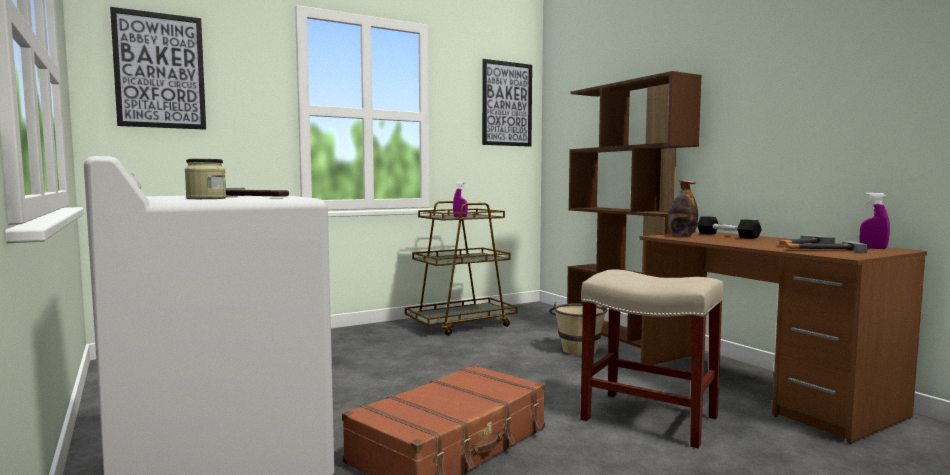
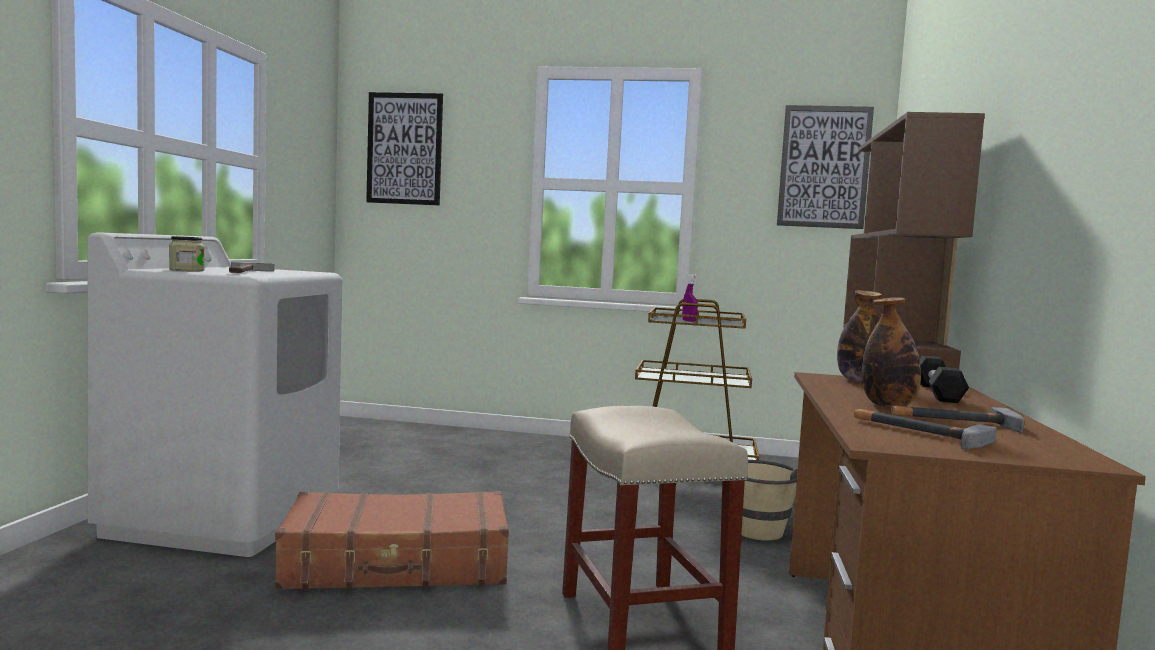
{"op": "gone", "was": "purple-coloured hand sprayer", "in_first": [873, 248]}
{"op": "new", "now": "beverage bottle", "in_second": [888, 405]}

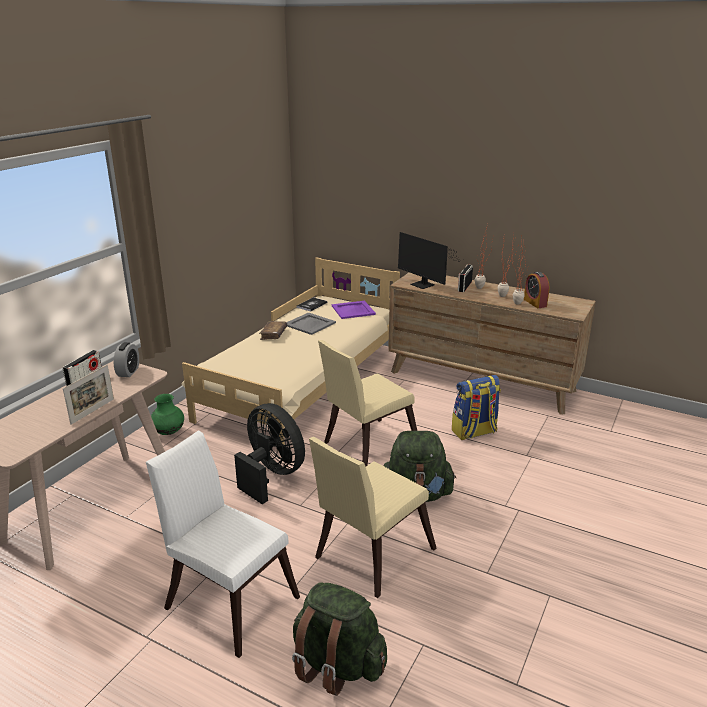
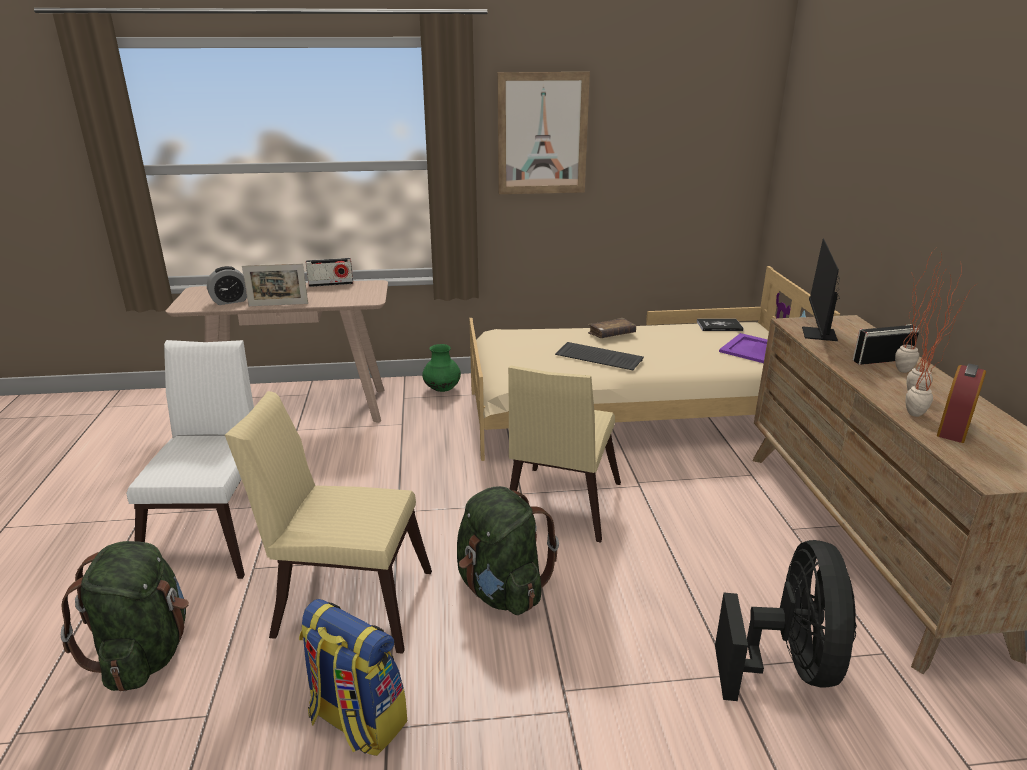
{"op": "gone", "was": "gray serving tray", "in_first": [310, 324]}
{"op": "rotated", "was": "sand-coloured plain chair", "in_first": [366, 446], "in_second": [559, 508], "clockwise": -90}
{"op": "shifted", "was": "table clock", "in_first": [128, 372], "in_second": [230, 301]}
{"op": "shifted", "was": "knapsack", "in_first": [474, 432], "in_second": [356, 721]}
{"op": "shifted", "was": "black fan", "in_first": [271, 475], "in_second": [787, 665]}
{"op": "new", "now": "wall art", "in_second": [542, 134]}
{"op": "new", "now": "PC keyboard", "in_second": [597, 358]}

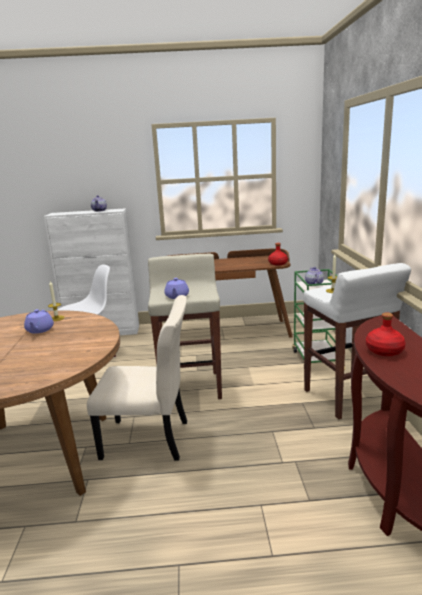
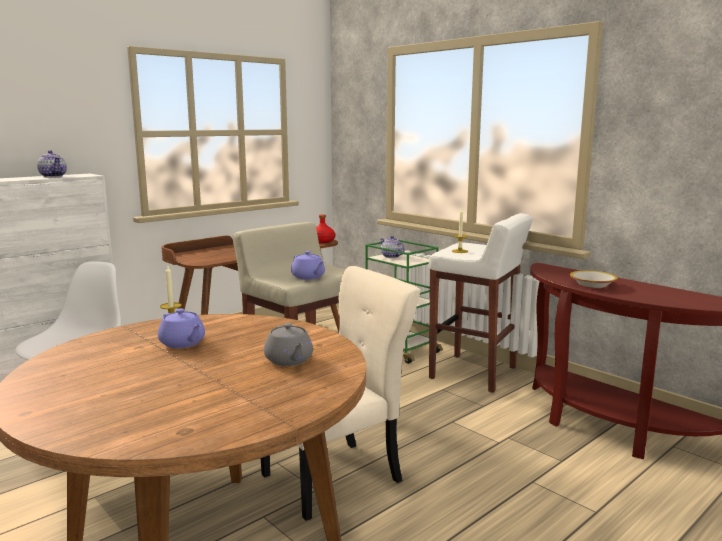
{"op": "swapped", "was": "reddish beverage bottle", "now": "deep dish", "in_first": [385, 351], "in_second": [592, 285]}
{"op": "new", "now": "gray pot for tea", "in_second": [289, 360]}

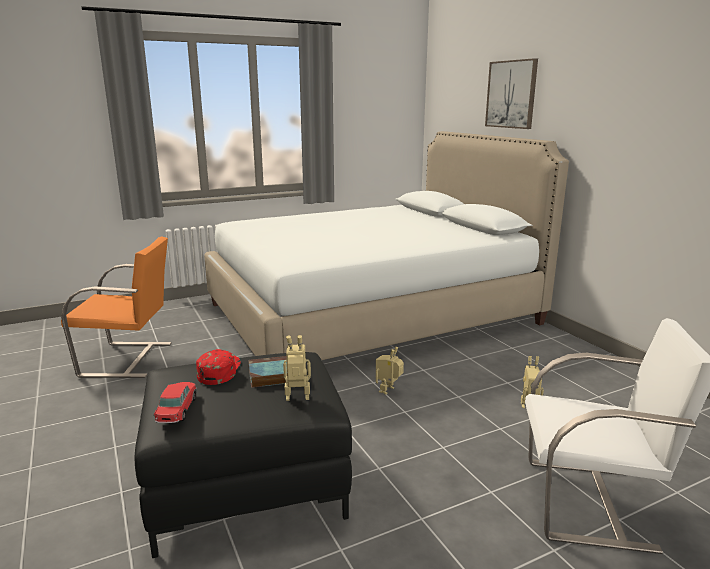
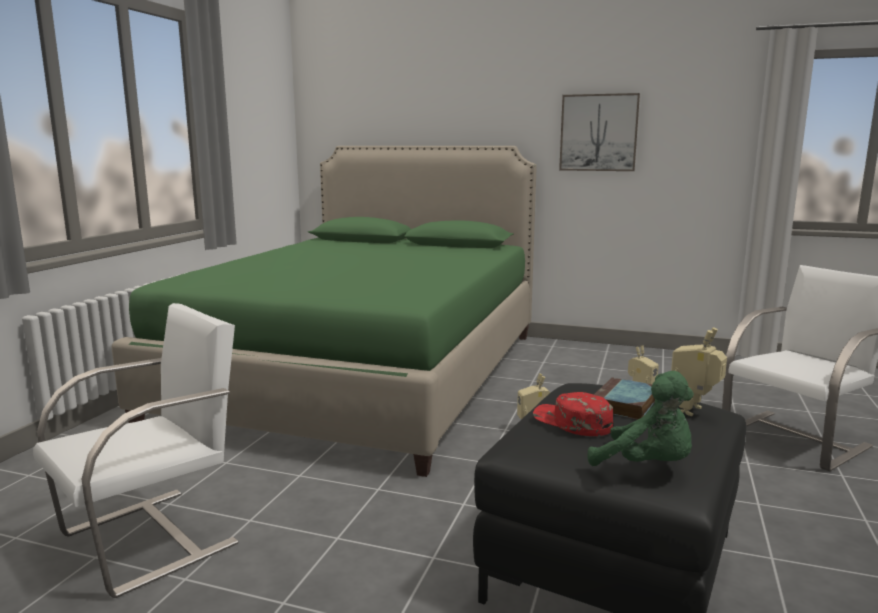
{"op": "shifted", "was": "wall art", "in_first": [511, 94], "in_second": [598, 133]}
{"op": "repainted", "was": "white sleeping bed", "now": "green-coloured sleeping bed", "in_first": [371, 314], "in_second": [365, 374]}
{"op": "repainted", "was": "orange-coloured plain chair", "now": "white plain chair", "in_first": [128, 359], "in_second": [152, 538]}
{"op": "swapped", "was": "miniature car", "now": "green-coloured plush toy", "in_first": [177, 410], "in_second": [647, 465]}

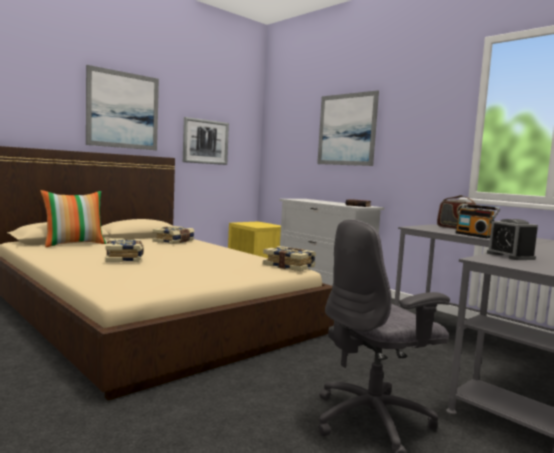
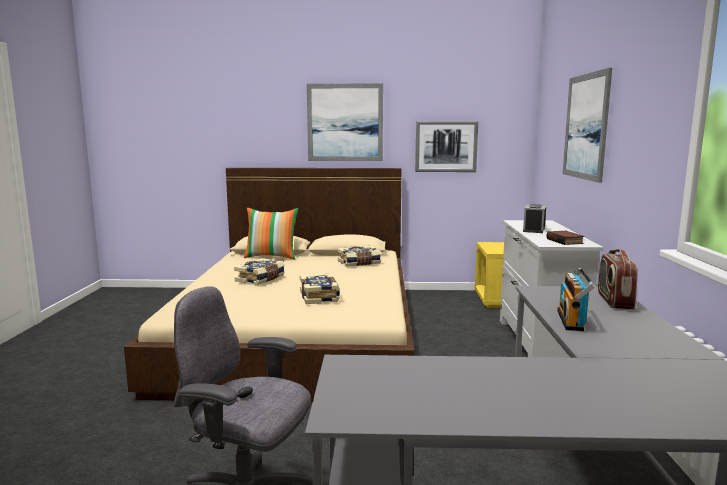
{"op": "shifted", "was": "table clock", "in_first": [510, 256], "in_second": [534, 230]}
{"op": "shifted", "was": "volume", "in_first": [289, 266], "in_second": [320, 297]}

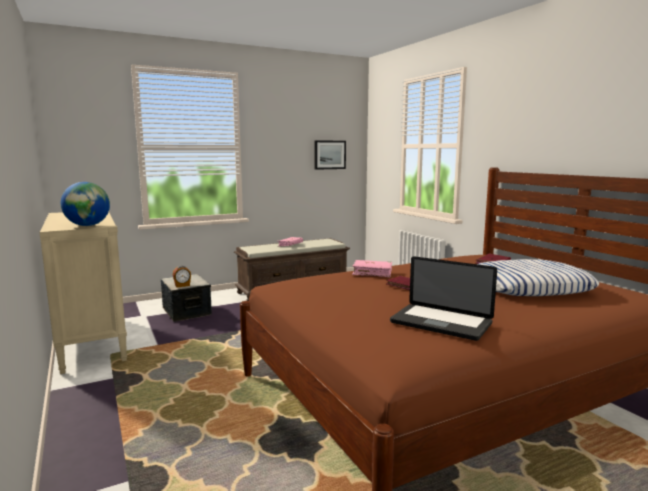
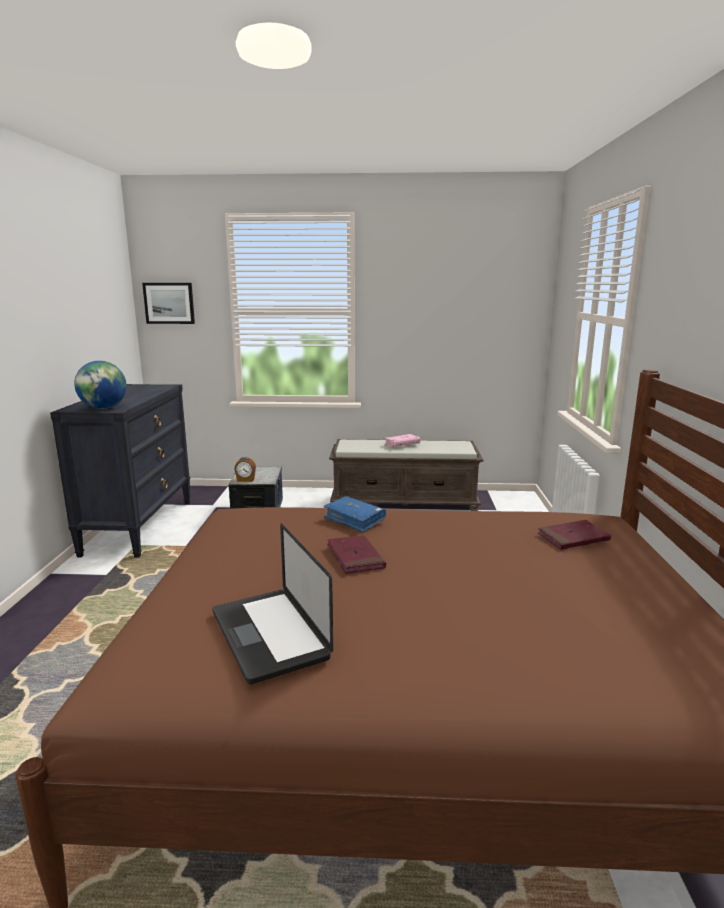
{"op": "shifted", "was": "wall art", "in_first": [329, 154], "in_second": [169, 303]}
{"op": "repainted", "was": "sand-coloured dresser", "now": "black dresser", "in_first": [92, 341], "in_second": [139, 526]}
{"op": "gone", "was": "throw pillow", "in_first": [529, 287]}
{"op": "repainted", "was": "pinkish volume", "now": "blue-coloured volume", "in_first": [372, 273], "in_second": [354, 520]}

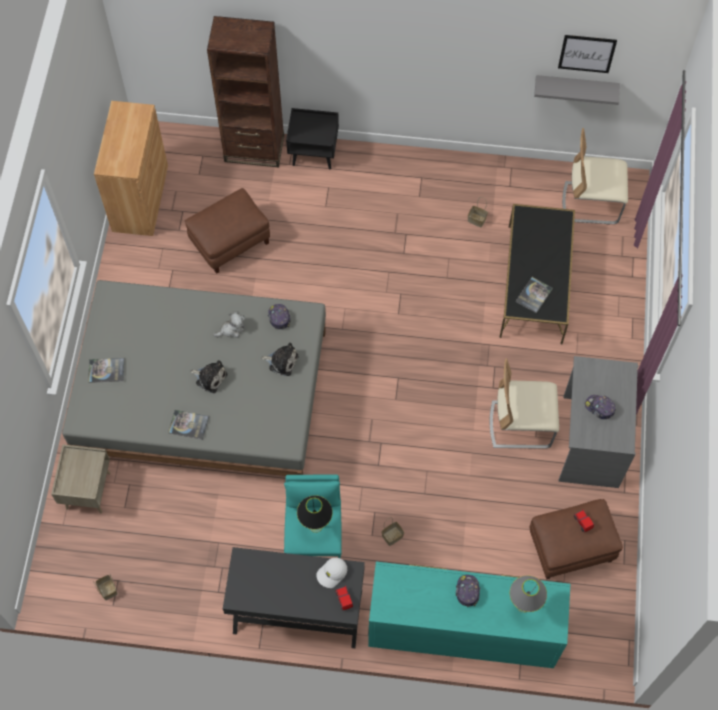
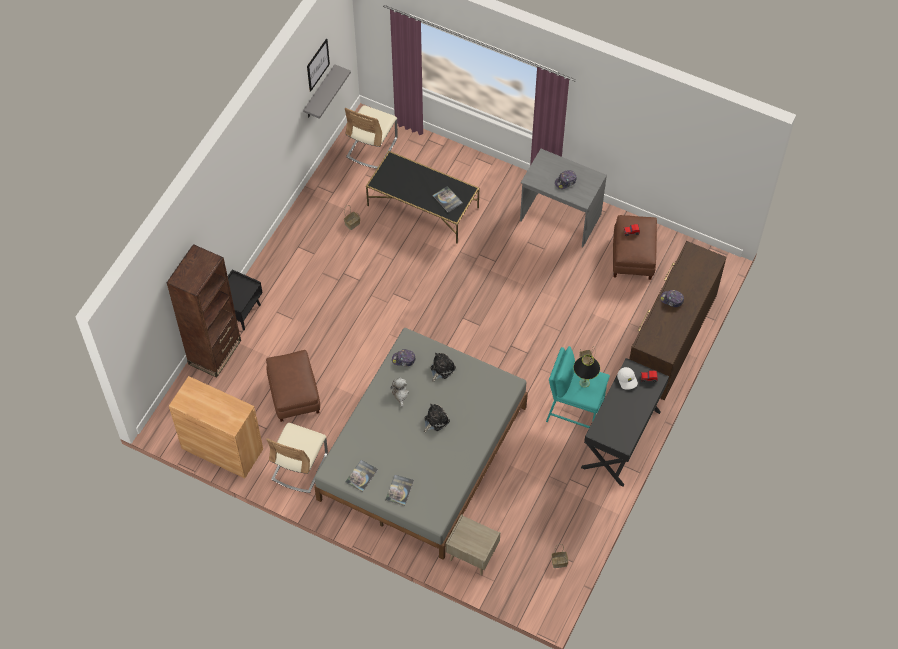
{"op": "shifted", "was": "sand-coloured plain chair", "in_first": [521, 424], "in_second": [299, 466]}
{"op": "shifted", "was": "volume", "in_first": [188, 425], "in_second": [361, 476]}
{"op": "repainted", "was": "turquoise dresser", "now": "brownish dresser", "in_first": [461, 630], "in_second": [669, 342]}
{"op": "gone", "was": "gray table lamp", "in_first": [523, 605]}

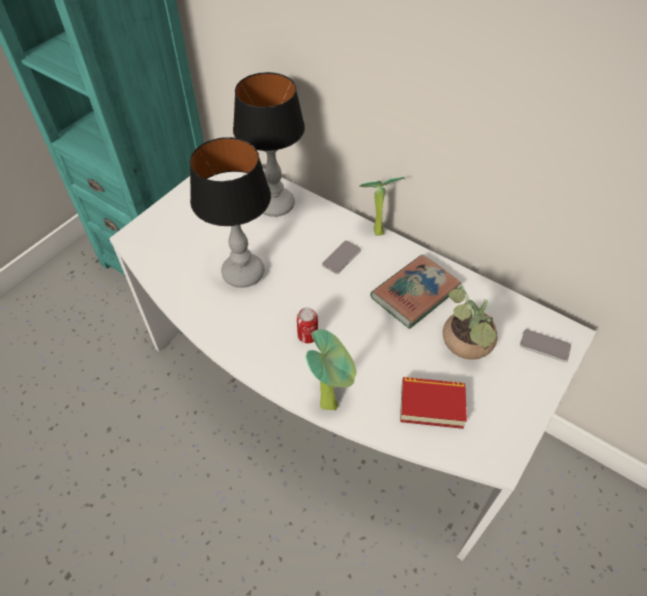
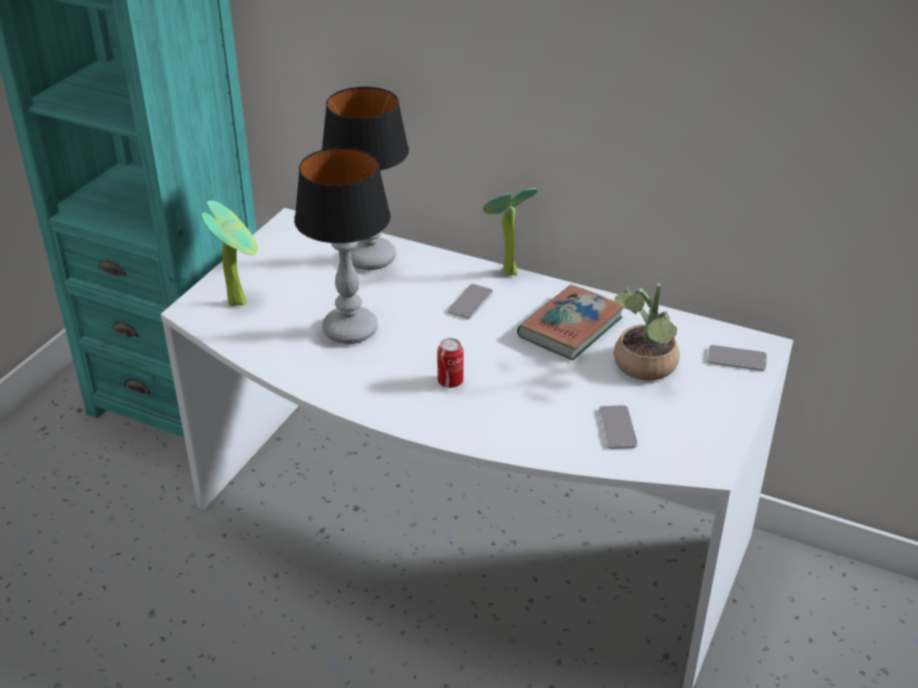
{"op": "shifted", "was": "potted plant", "in_first": [331, 402], "in_second": [240, 301]}
{"op": "swapped", "was": "volume", "now": "handset", "in_first": [431, 405], "in_second": [617, 428]}

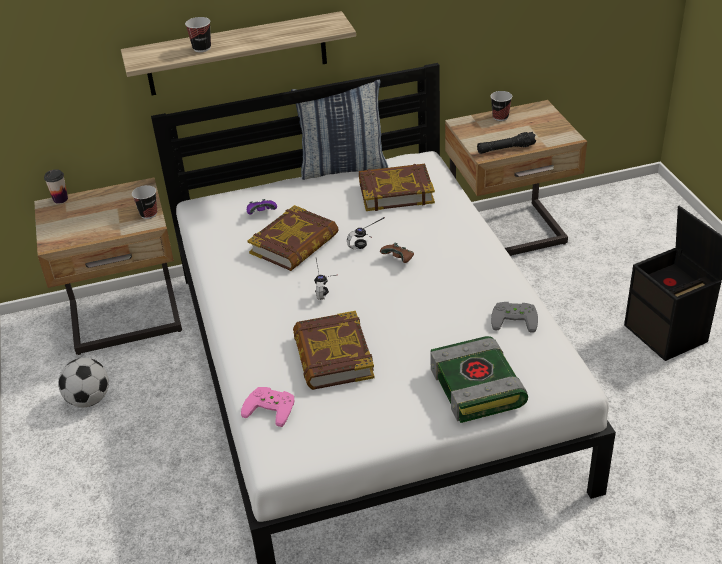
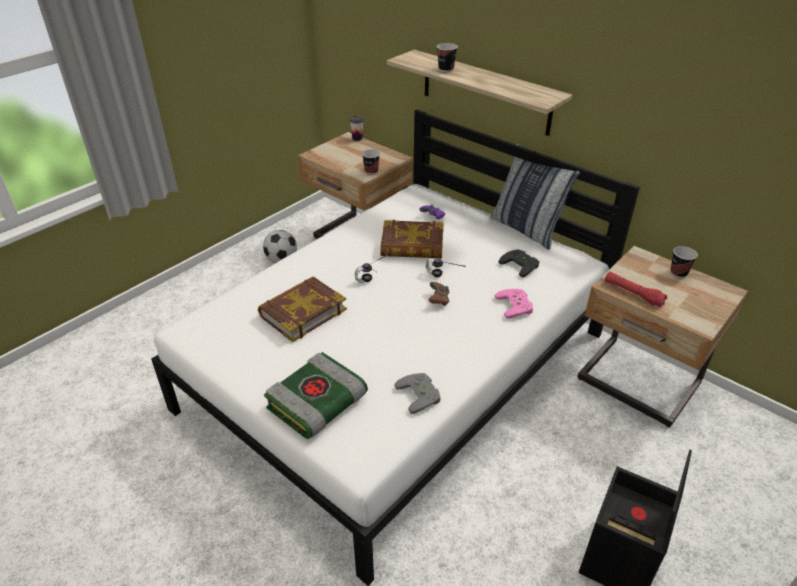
{"op": "repainted", "was": "black flashlight", "now": "reddish flashlight", "in_first": [505, 149], "in_second": [633, 293]}
{"op": "swapped", "was": "volume", "now": "black game controller", "in_first": [395, 192], "in_second": [521, 264]}
{"op": "shifted", "was": "pinkish game controller", "in_first": [271, 407], "in_second": [516, 306]}

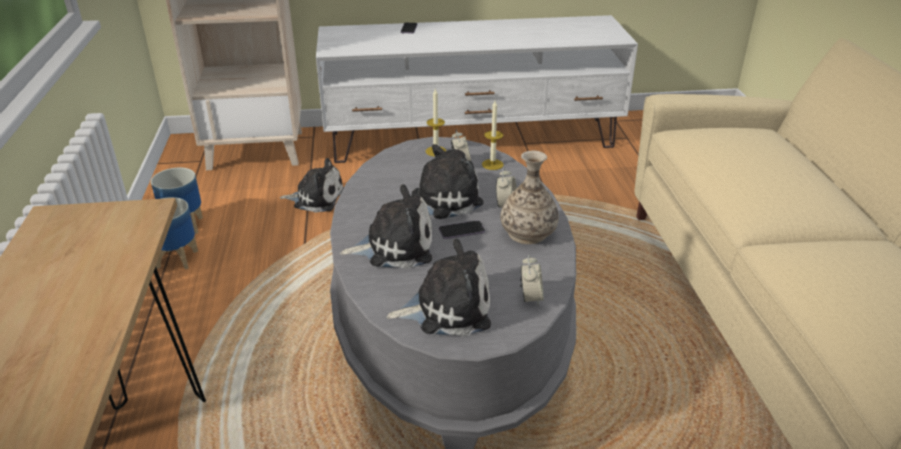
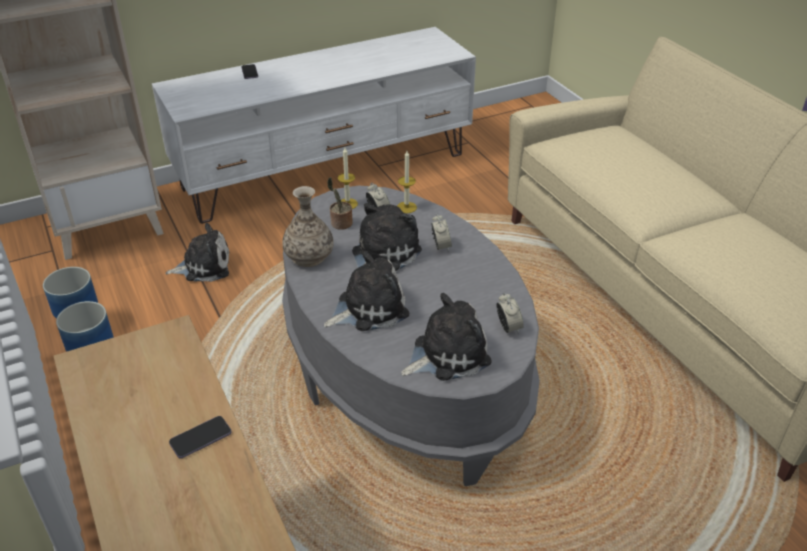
{"op": "shifted", "was": "vase", "in_first": [528, 233], "in_second": [309, 256]}
{"op": "shifted", "was": "handset", "in_first": [461, 231], "in_second": [200, 438]}
{"op": "new", "now": "potted plant", "in_second": [340, 224]}

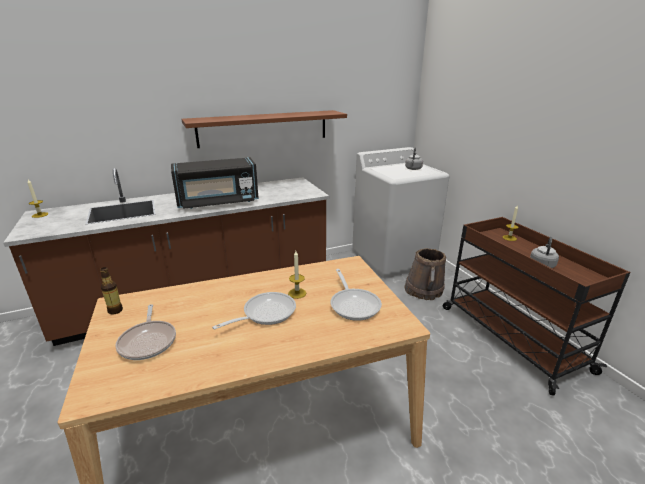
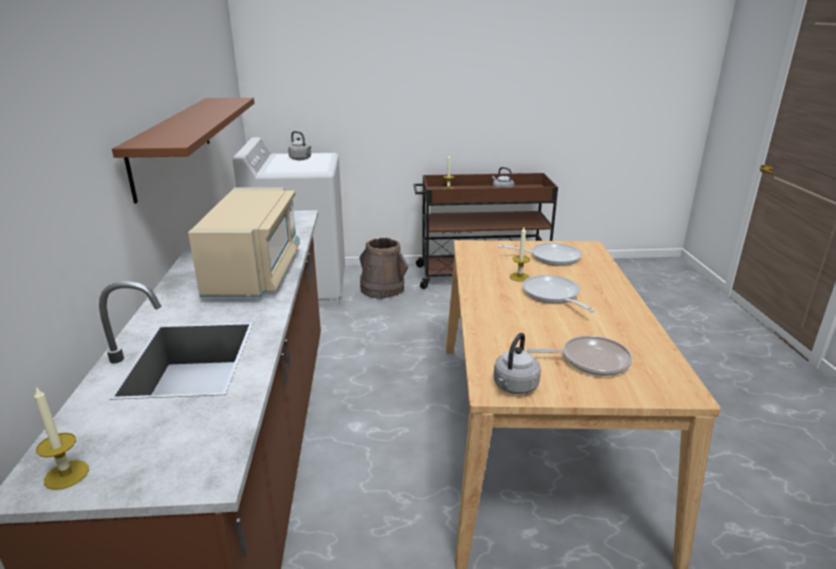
{"op": "repainted", "was": "black microwave", "now": "sand-coloured microwave", "in_first": [218, 202], "in_second": [255, 272]}
{"op": "swapped", "was": "beverage bottle", "now": "gray kettle", "in_first": [115, 310], "in_second": [514, 387]}

